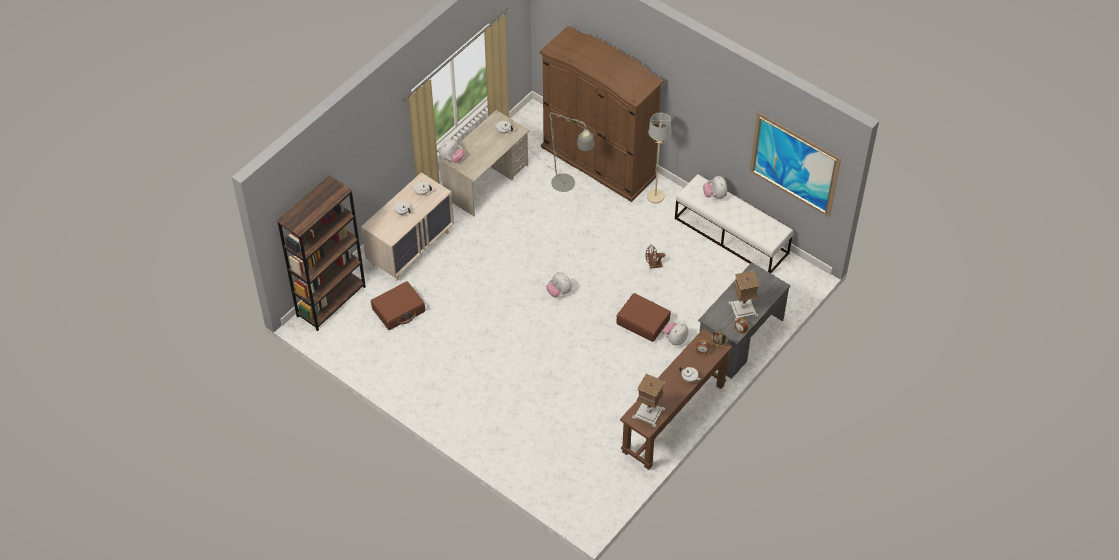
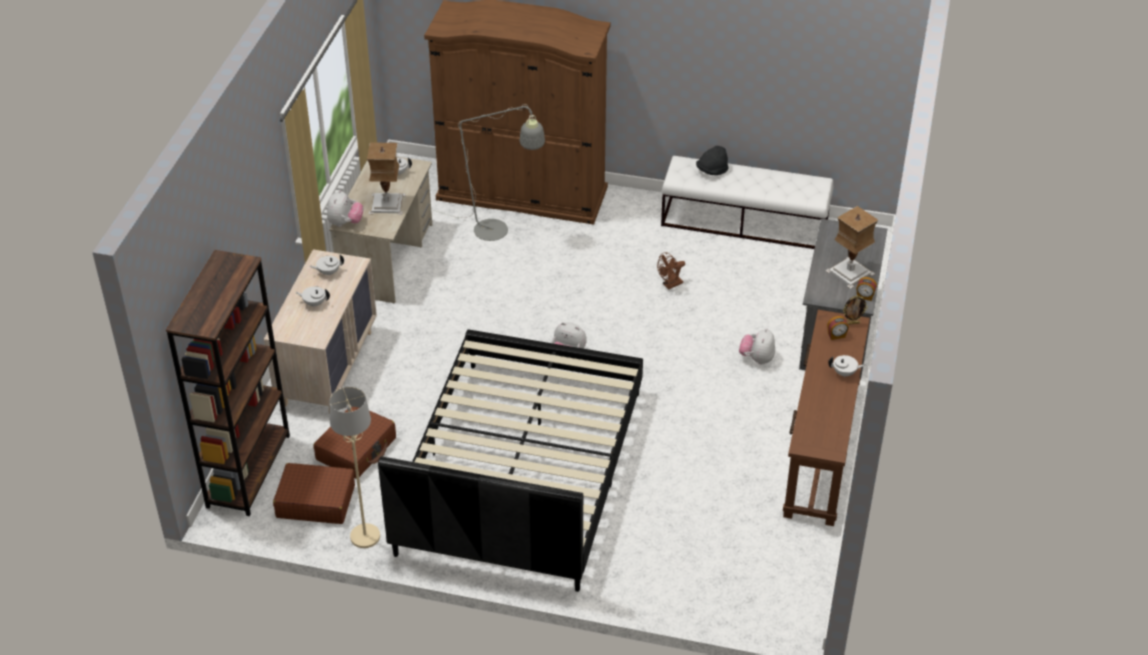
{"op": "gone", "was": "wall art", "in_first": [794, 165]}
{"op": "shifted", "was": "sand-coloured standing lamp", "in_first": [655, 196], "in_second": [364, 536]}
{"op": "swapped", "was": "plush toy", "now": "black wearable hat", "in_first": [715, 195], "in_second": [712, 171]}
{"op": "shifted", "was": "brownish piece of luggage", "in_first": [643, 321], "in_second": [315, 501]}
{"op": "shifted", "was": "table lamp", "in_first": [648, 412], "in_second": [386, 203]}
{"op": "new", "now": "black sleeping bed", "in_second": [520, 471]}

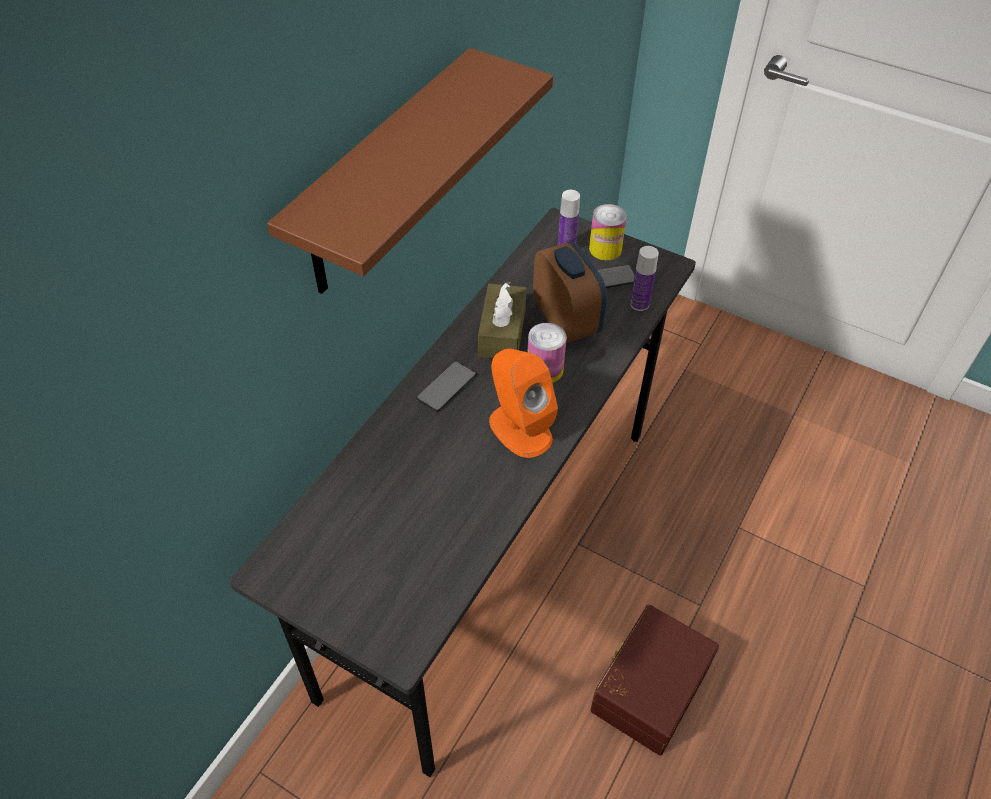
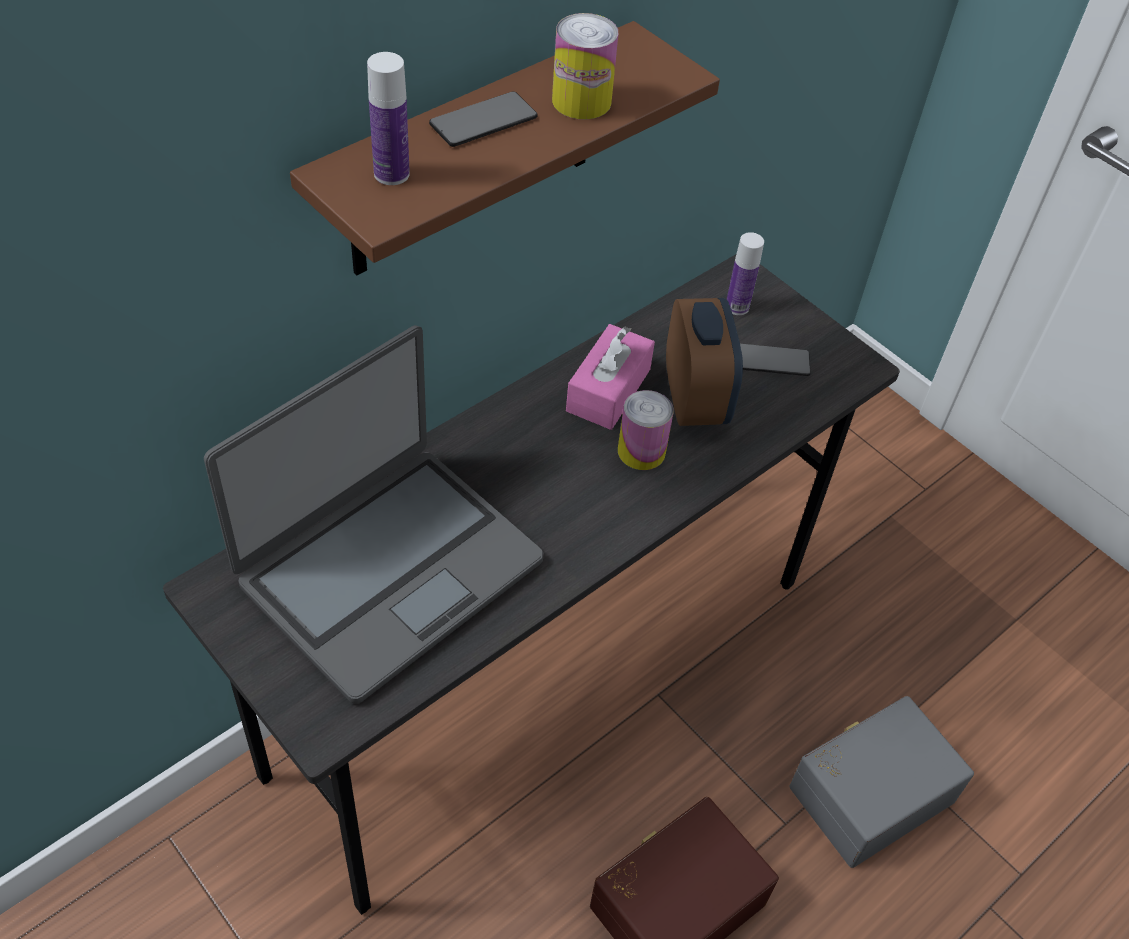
{"op": "shifted", "was": "sealed can", "in_first": [605, 249], "in_second": [581, 101]}
{"op": "shifted", "was": "beverage bottle", "in_first": [639, 304], "in_second": [391, 174]}
{"op": "repainted", "was": "brownish tissue holder", "now": "pinkish tissue holder", "in_first": [502, 332], "in_second": [608, 390]}
{"op": "gone", "was": "orange-coloured loudspeaker", "in_first": [520, 429]}
{"op": "shifted", "was": "handset", "in_first": [446, 387], "in_second": [483, 121]}
{"op": "new", "now": "notebook computer", "in_second": [389, 570]}
{"op": "new", "now": "gray storage container", "in_second": [869, 791]}

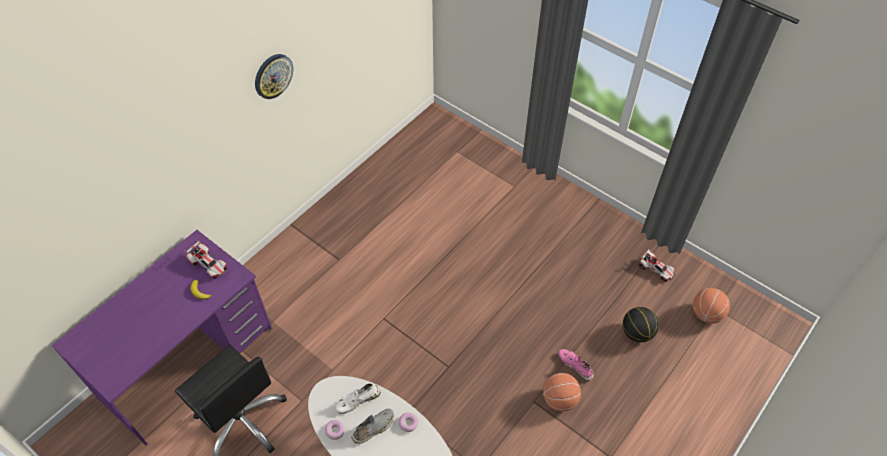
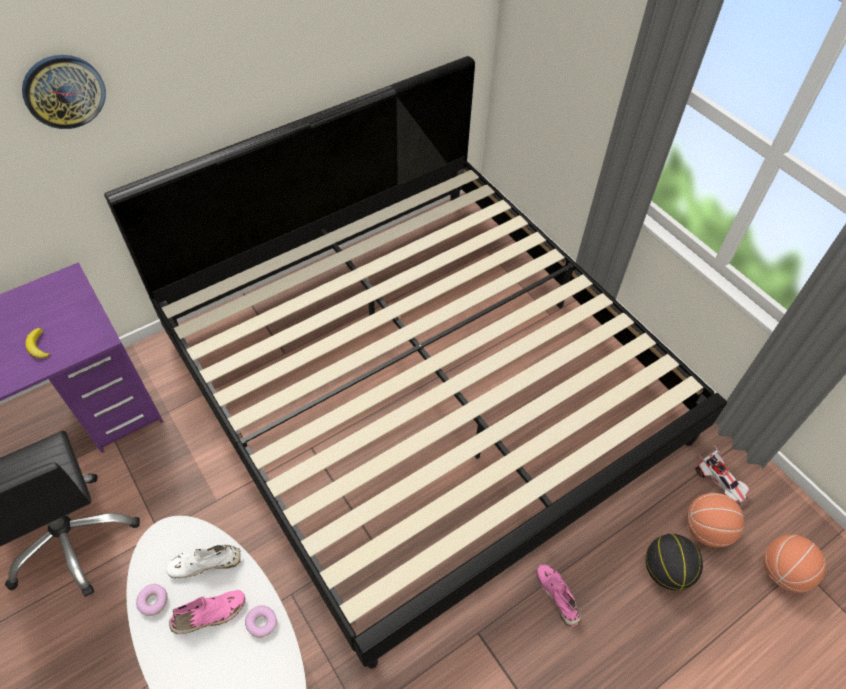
{"op": "shifted", "was": "wall clock", "in_first": [273, 76], "in_second": [64, 91]}
{"op": "gone", "was": "miniature car", "in_first": [209, 265]}
{"op": "shifted", "was": "ball for basketball", "in_first": [559, 399], "in_second": [706, 530]}
{"op": "repainted", "was": "gray shoe", "now": "pinkish shoe", "in_first": [374, 428], "in_second": [210, 614]}
{"op": "new", "now": "sleeping bed", "in_second": [421, 385]}

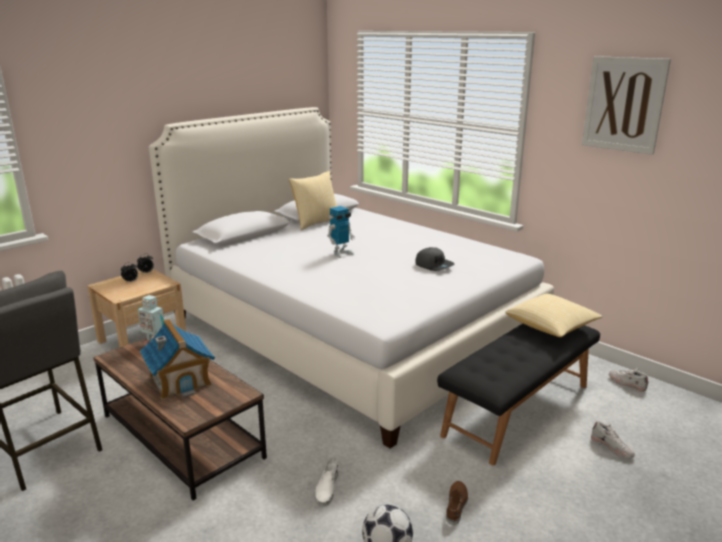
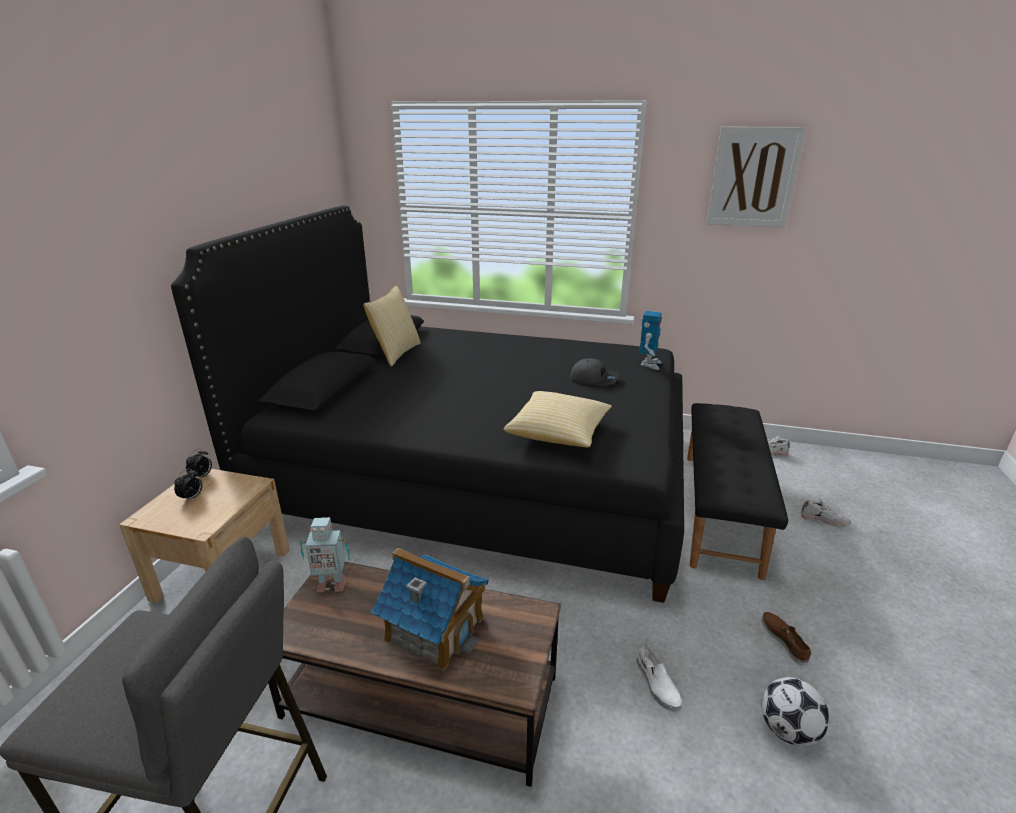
{"op": "repainted", "was": "white sleeping bed", "now": "black sleeping bed", "in_first": [348, 331], "in_second": [479, 474]}
{"op": "shifted", "was": "model robot", "in_first": [341, 253], "in_second": [649, 364]}
{"op": "shifted", "was": "throw pillow", "in_first": [551, 327], "in_second": [558, 433]}

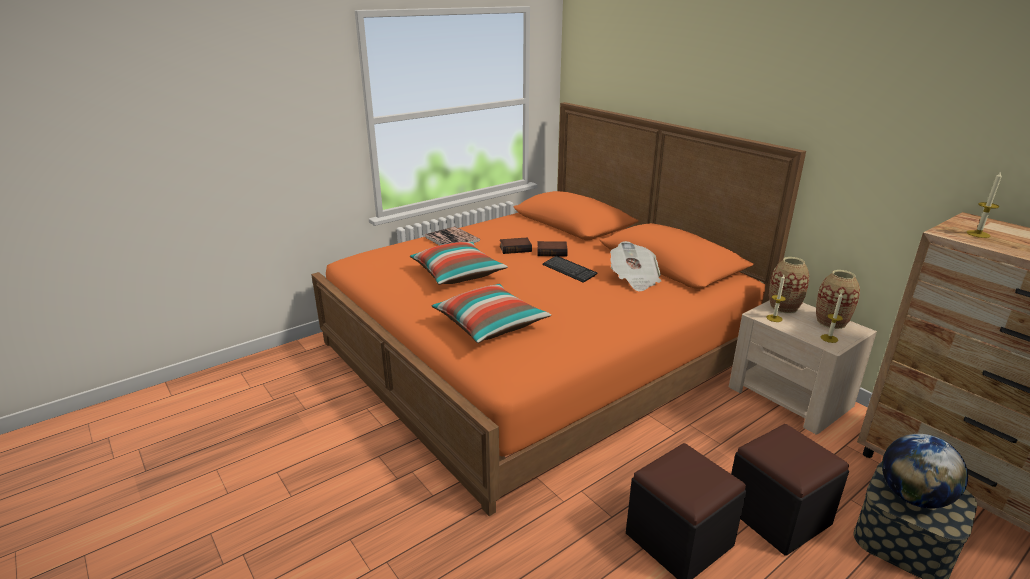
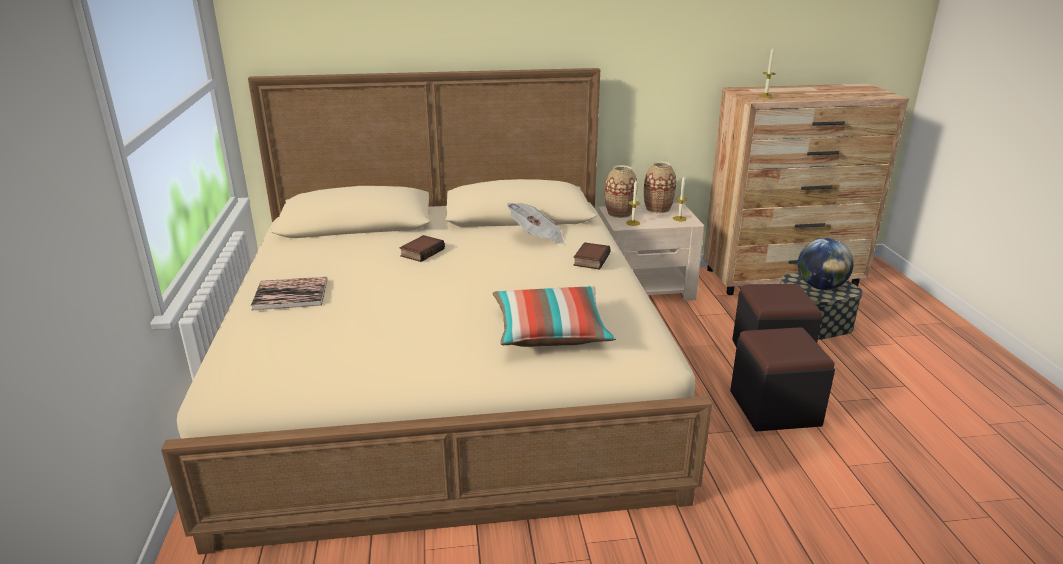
{"op": "repainted", "was": "orange-coloured sleeping bed", "now": "sand-coloured sleeping bed", "in_first": [536, 350], "in_second": [446, 376]}
{"op": "shifted", "was": "volume", "in_first": [515, 248], "in_second": [590, 259]}
{"op": "gone", "was": "throw pillow", "in_first": [457, 274]}
{"op": "gone", "was": "PC keyboard", "in_first": [569, 270]}

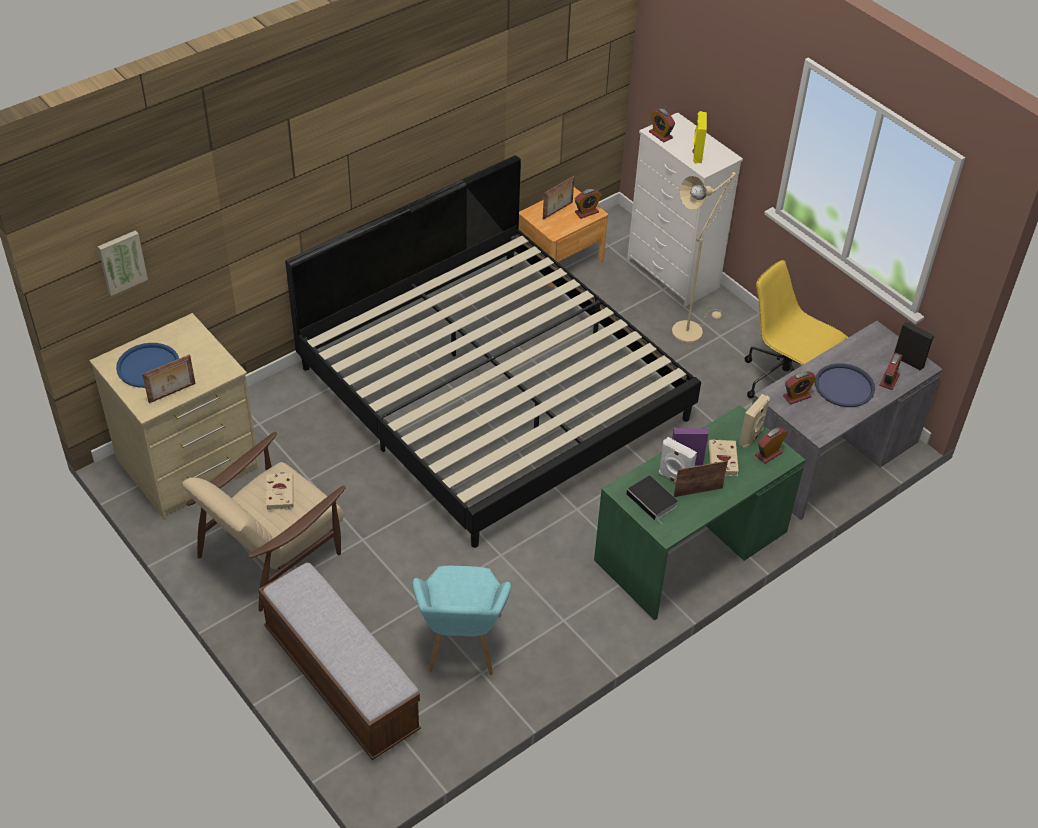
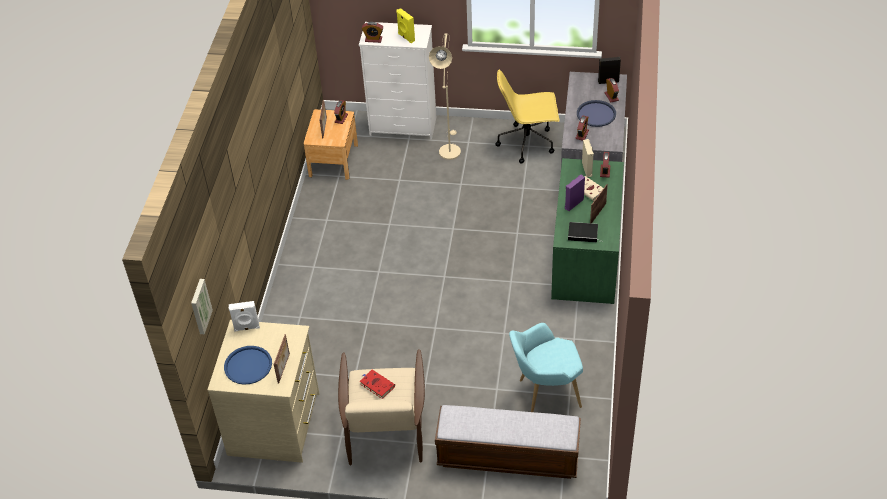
{"op": "gone", "was": "sleeping bed", "in_first": [493, 392]}
{"op": "shifted", "was": "white loudspeaker", "in_first": [674, 479], "in_second": [247, 328]}
{"op": "repainted", "was": "sand-coloured volume", "now": "reddish volume", "in_first": [279, 492], "in_second": [376, 385]}
{"op": "rotated", "was": "turquoise lounge chair", "in_first": [461, 649], "in_second": [545, 392], "clockwise": 120}

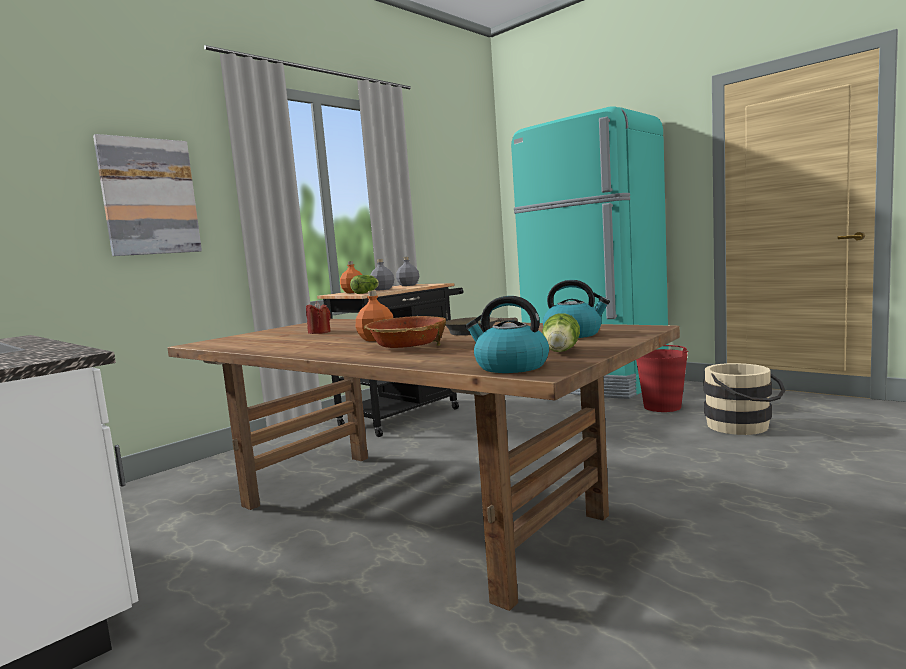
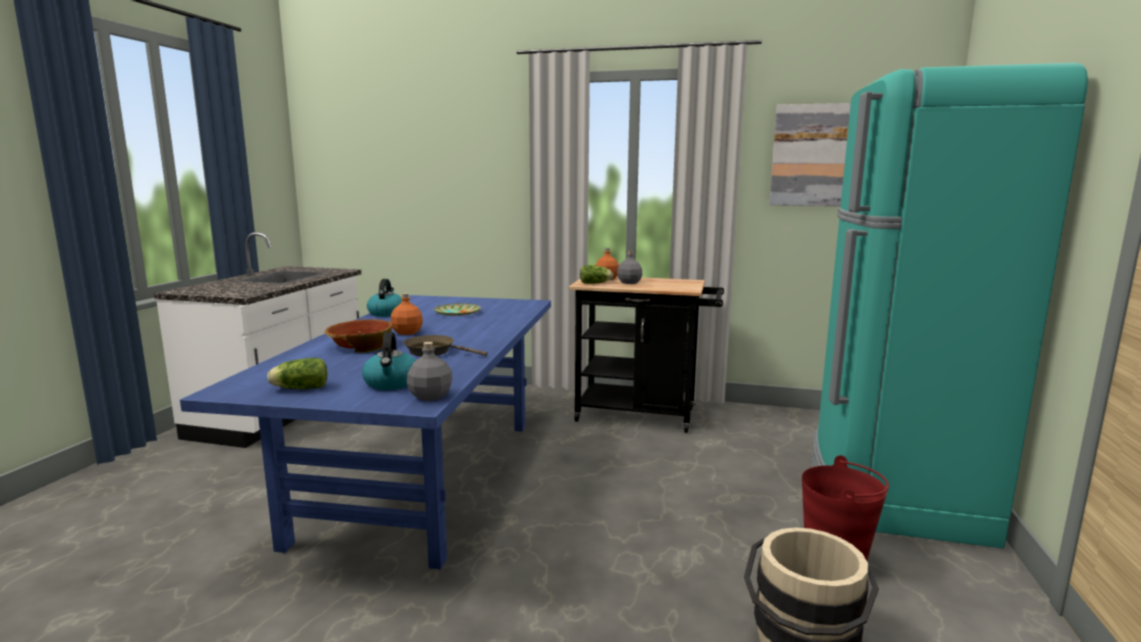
{"op": "shifted", "was": "wall art", "in_first": [149, 197], "in_second": [811, 155]}
{"op": "shifted", "was": "gray beverage bottle", "in_first": [408, 285], "in_second": [431, 396]}
{"op": "shifted", "was": "kettle", "in_first": [510, 367], "in_second": [386, 313]}
{"op": "swapped", "was": "reddish wax candle", "now": "dinner plate", "in_first": [319, 332], "in_second": [457, 313]}
{"op": "repainted", "was": "brownish dinner table", "now": "blue-coloured dinner table", "in_first": [409, 510], "in_second": [425, 475]}

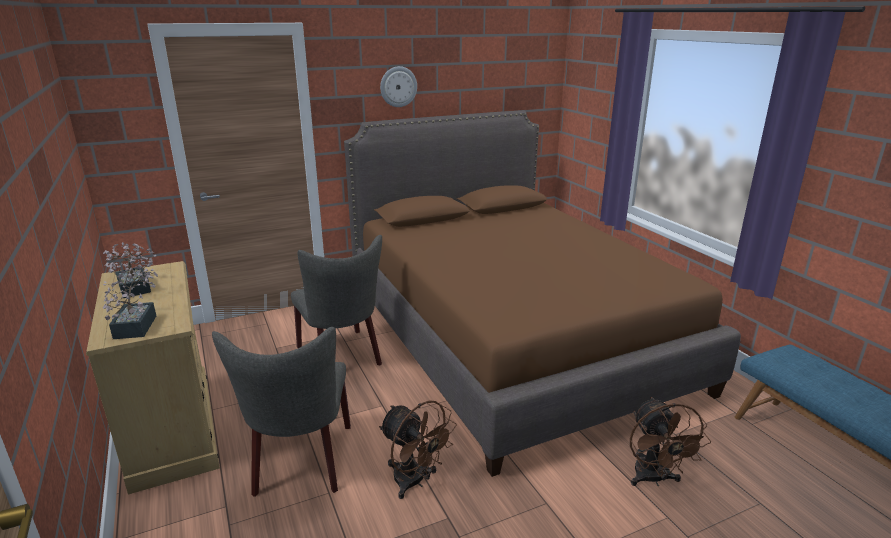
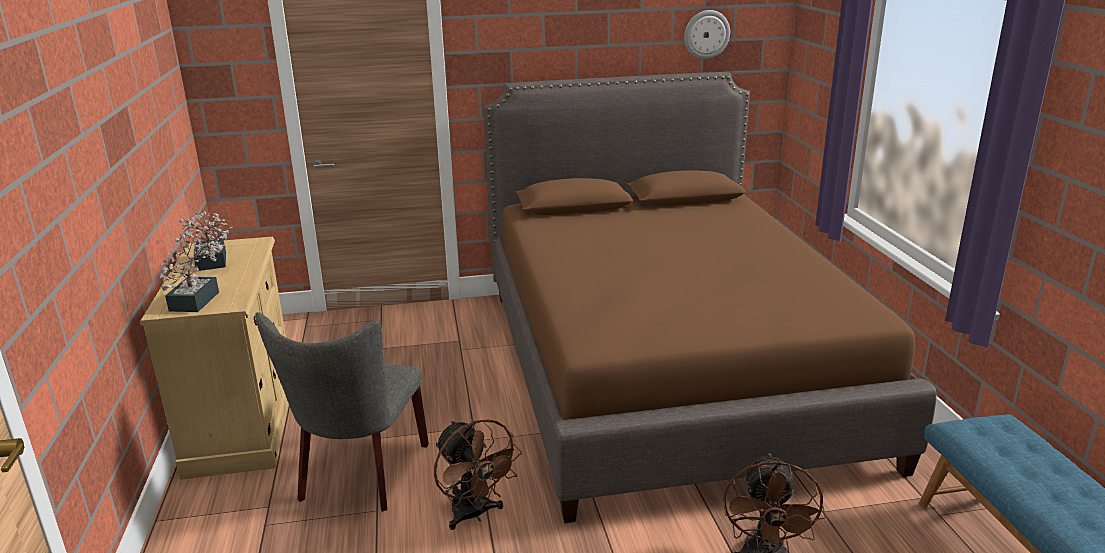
{"op": "shifted", "was": "wall clock", "in_first": [398, 86], "in_second": [706, 34]}
{"op": "gone", "was": "gray plain chair", "in_first": [342, 357]}

